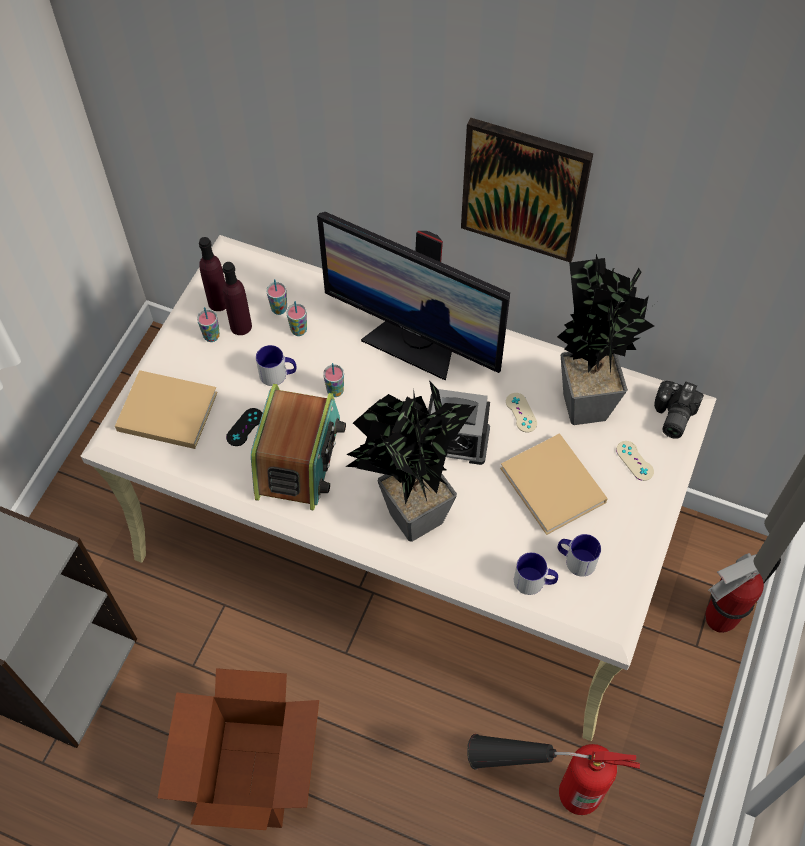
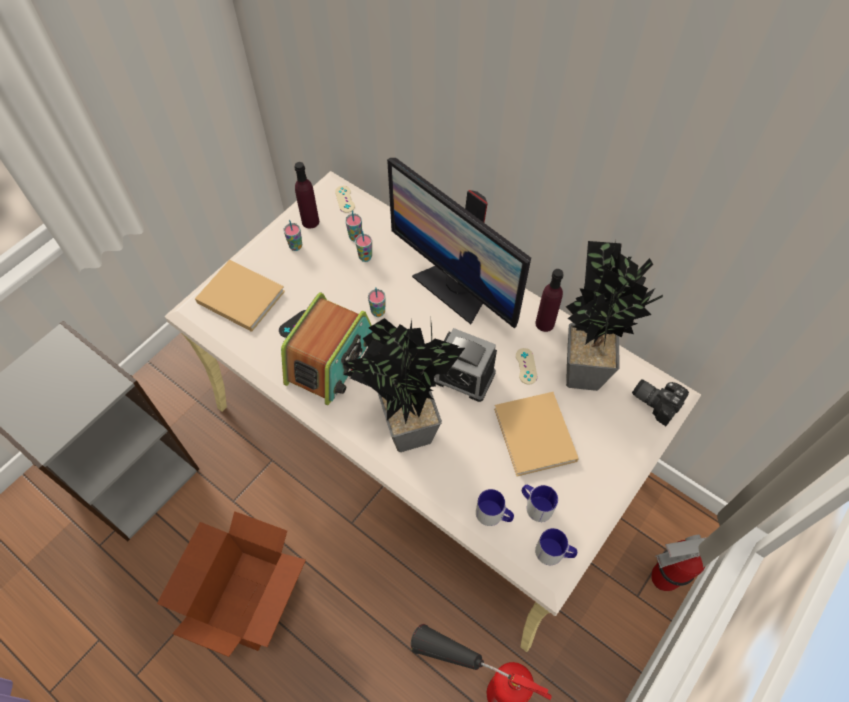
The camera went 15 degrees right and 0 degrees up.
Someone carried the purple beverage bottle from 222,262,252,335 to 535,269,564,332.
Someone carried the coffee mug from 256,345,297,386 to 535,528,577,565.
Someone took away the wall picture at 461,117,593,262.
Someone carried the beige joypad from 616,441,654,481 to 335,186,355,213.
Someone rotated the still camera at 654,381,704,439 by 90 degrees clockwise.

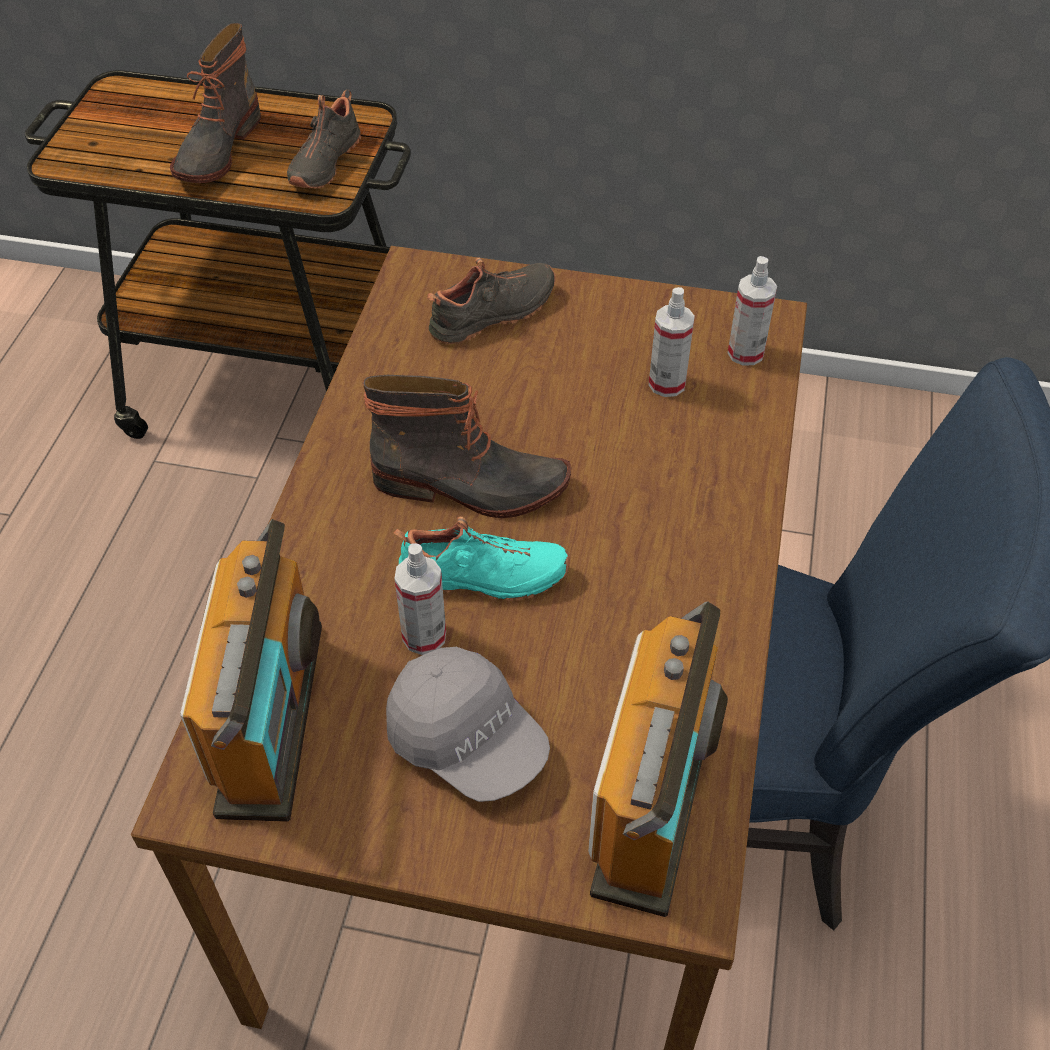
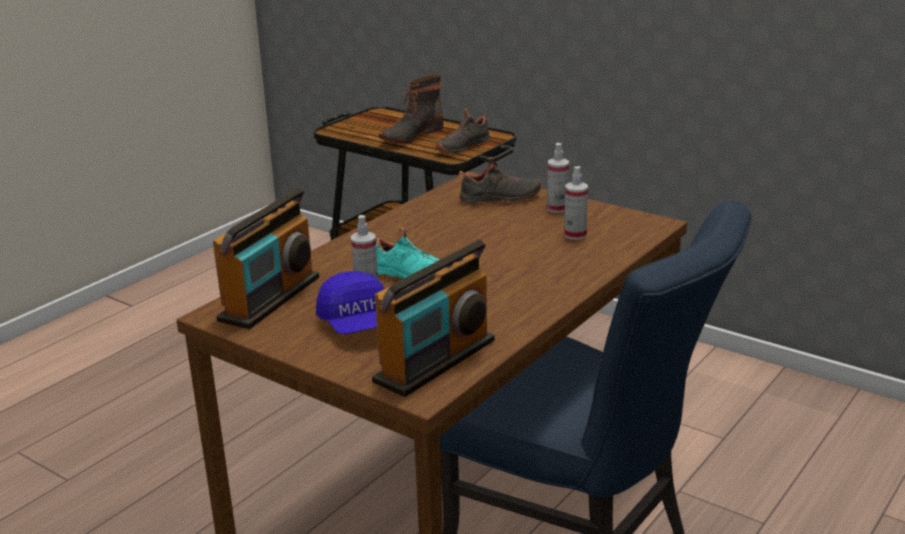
The camera went 25 degrees right and 25 degrees down.
Someone took away the high-top boot at 363,375,571,518.
Someone repainted the greyish peaked cap at 386,647,550,802, which became the blue-coloured peaked cap at 316,271,385,334.
Someone carried the spray bottle from 727,256,777,365 to 547,143,569,213.

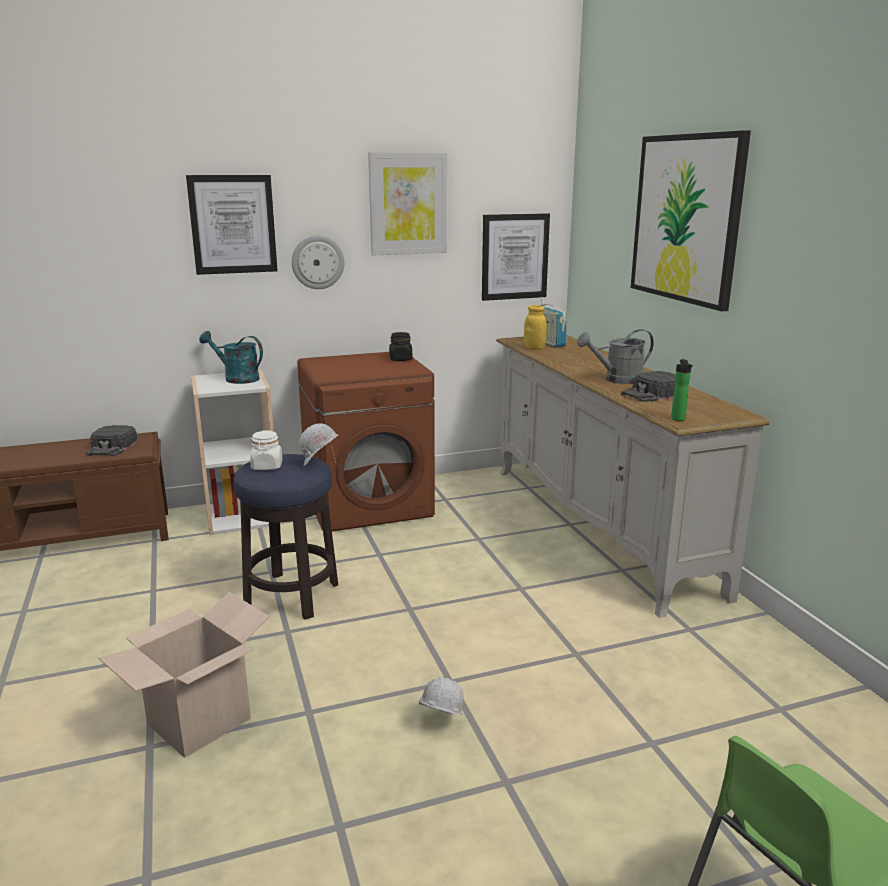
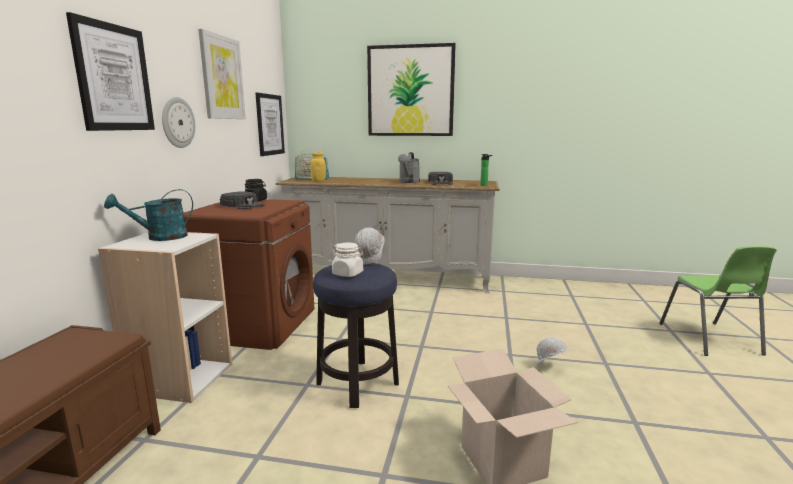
The camera went 60 degrees left and 5 degrees down.
Someone carried the black peaked cap from 86,425,138,456 to 220,191,265,210.

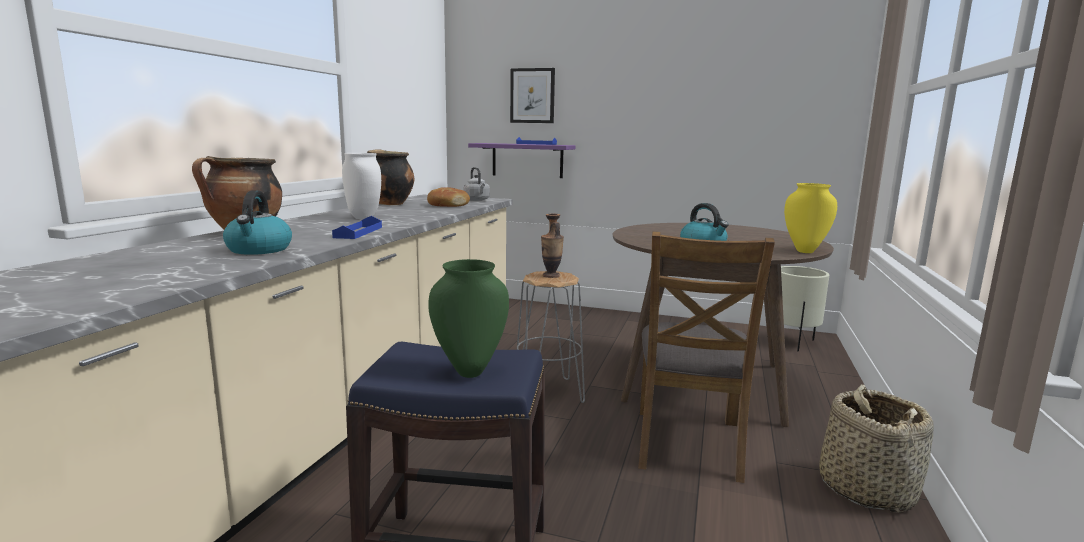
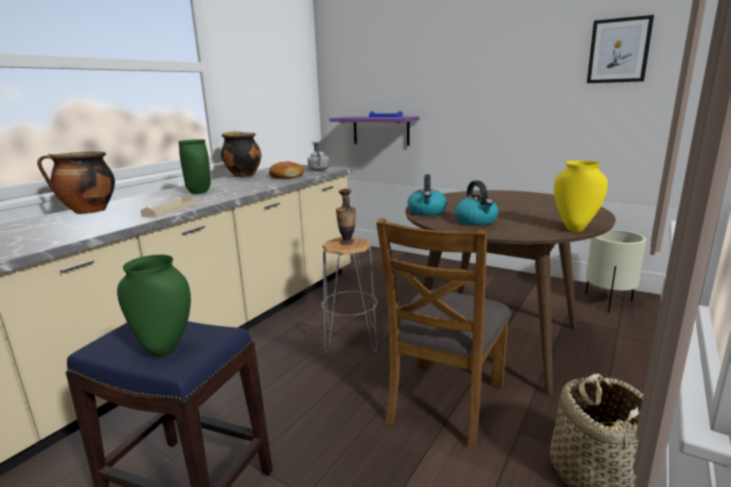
The camera went 15 degrees right and 5 degrees up.
Someone carried the kettle from 223,190,292,255 to 407,174,447,216.
Someone repainted the blue-coloured serving tray at 332,216,382,239, which became the beige serving tray at 141,195,196,218.
Someone repainted the white decorative vase at 342,153,381,219, which became the green decorative vase at 178,139,211,194.
Someone carried the wall picture from 510,68,555,123 to 587,15,654,83.

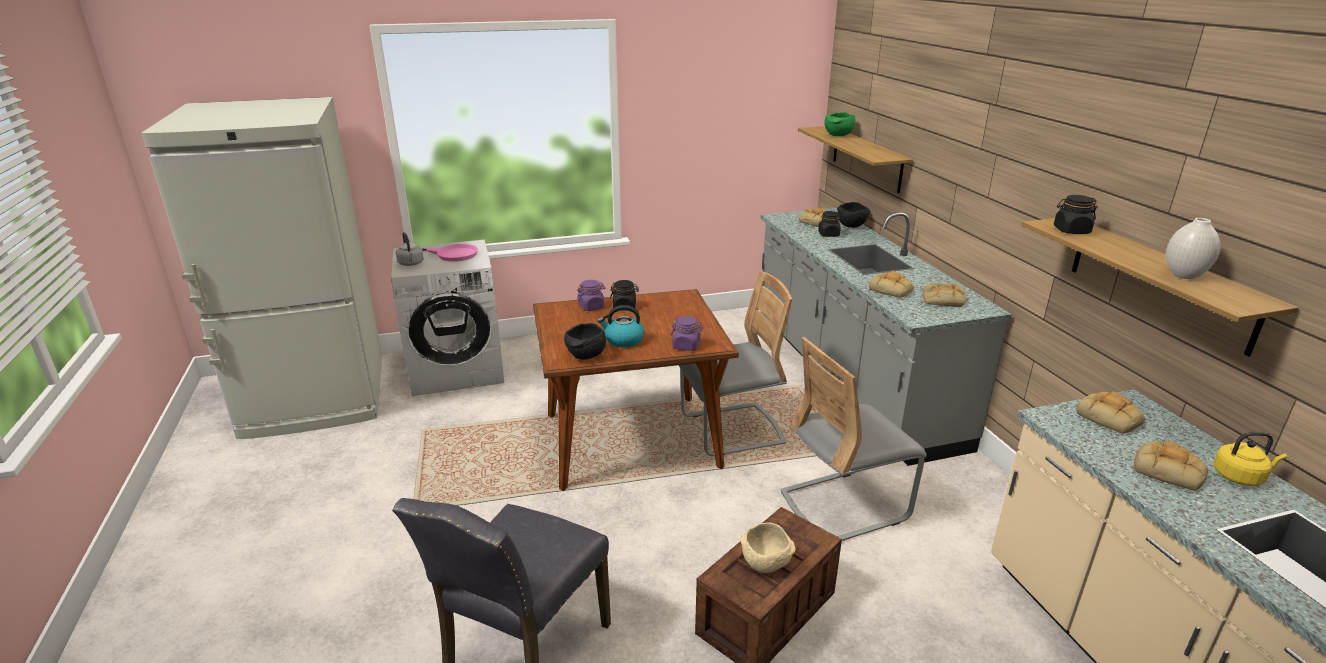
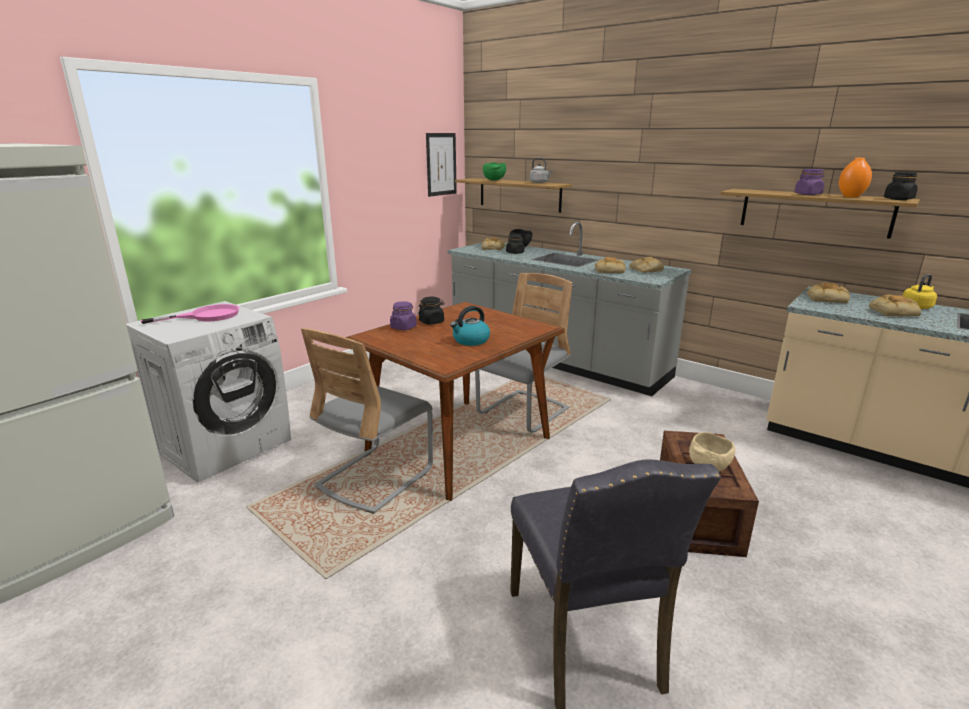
The camera went 35 degrees left and 5 degrees down.
Someone carried the greyish kettle from 396,232,424,266 to 530,158,553,183.
Someone took away the black serving bowl at 564,323,606,360.
Someone carried the purple jar from 671,316,703,351 to 794,169,824,195.
Someone carried the greyish chair from 781,337,926,541 to 301,328,433,514.
Someone carried the black jar from 1054,195,1098,234 to 884,172,918,200.
Someone repainted the white decorative vase at 1166,218,1220,279, which became the orangey decorative vase at 839,158,872,197.
Someone put up the wall picture at 426,133,457,197.

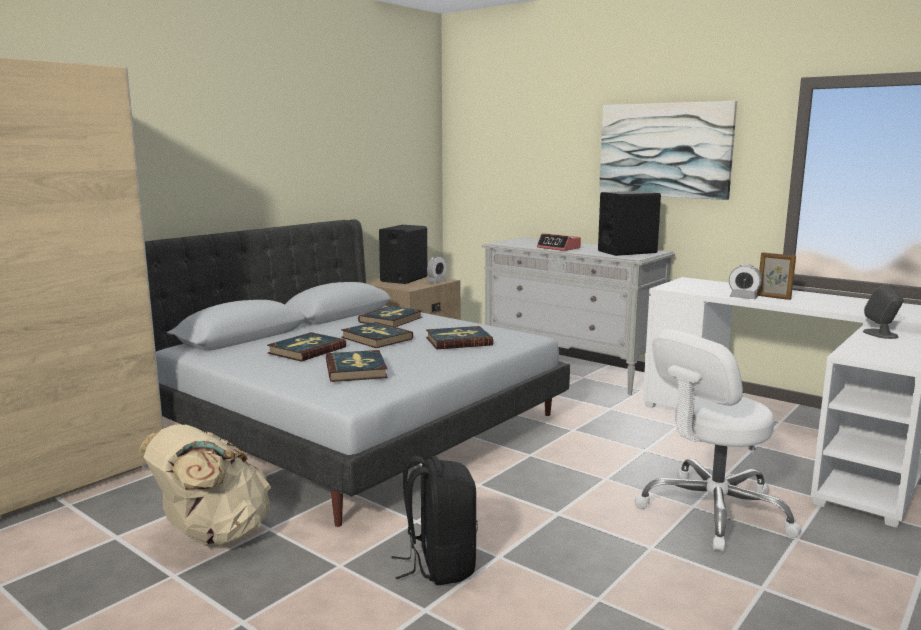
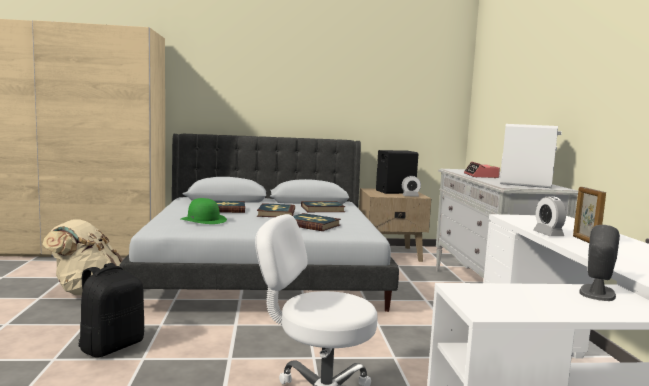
The camera went 45 degrees right and 5 degrees down.
Someone swapped the bound book at 326,350,388,382 for the green wearable hat at 181,198,227,224.
Someone repainted the black speaker at 598,191,661,256, which became the white speaker at 500,124,562,188.
Someone took away the wall picture at 599,101,737,200.

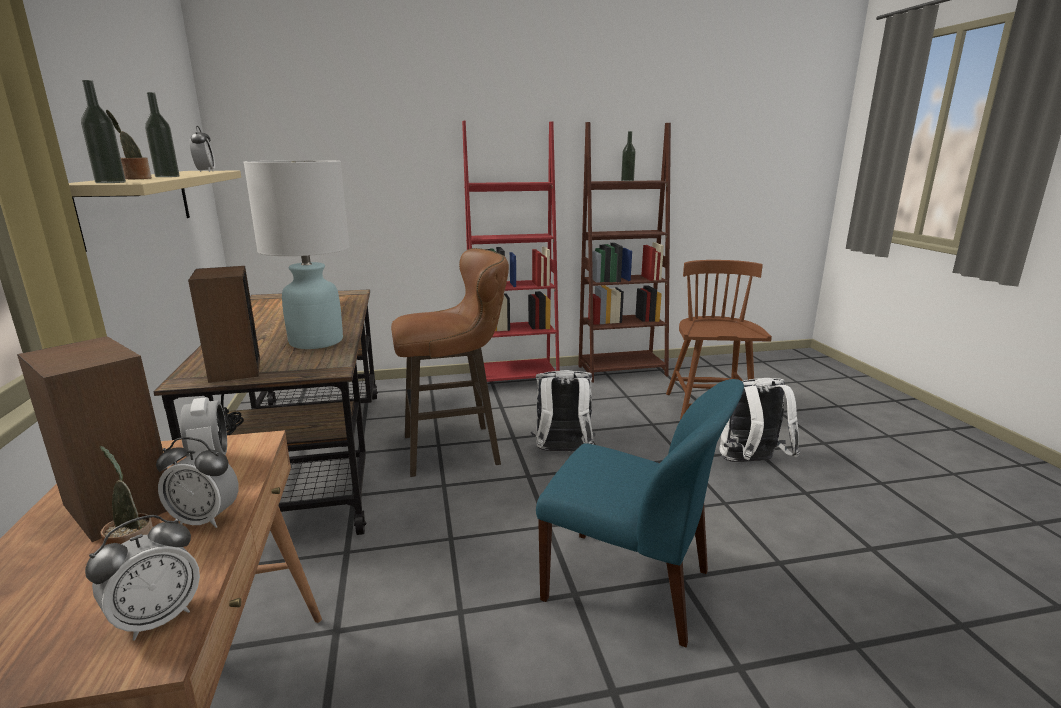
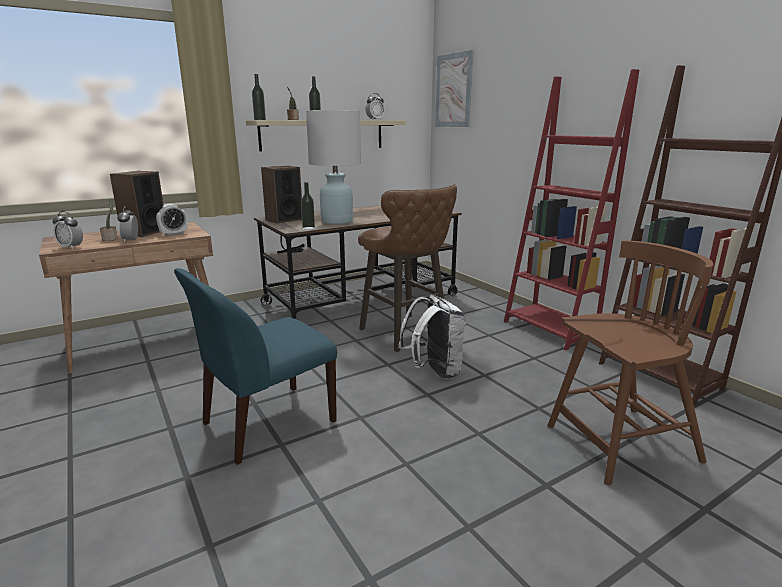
The camera went 70 degrees right and 0 degrees up.
Someone rotated the blue-coloured chair at 536,379,744,647 by 45 degrees clockwise.
Someone carried the beverage bottle from 621,131,636,181 to 301,182,315,230.
Someone took away the white backpack at 719,378,800,462.
Someone put up the wall picture at 435,50,474,127.

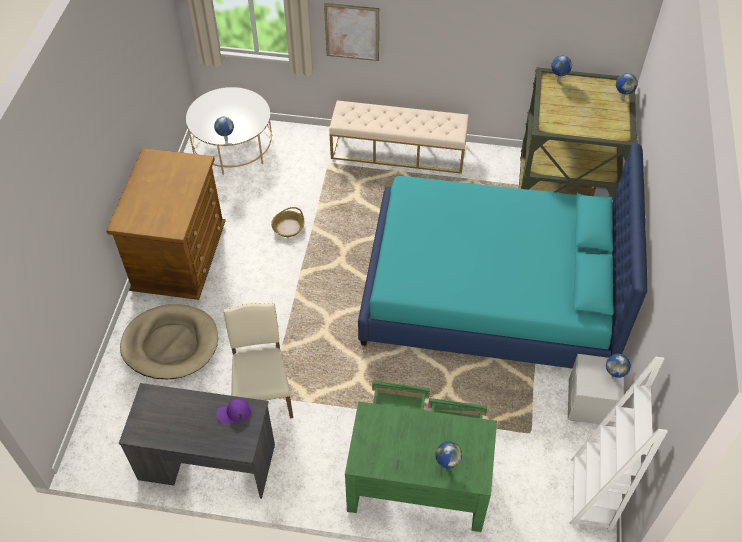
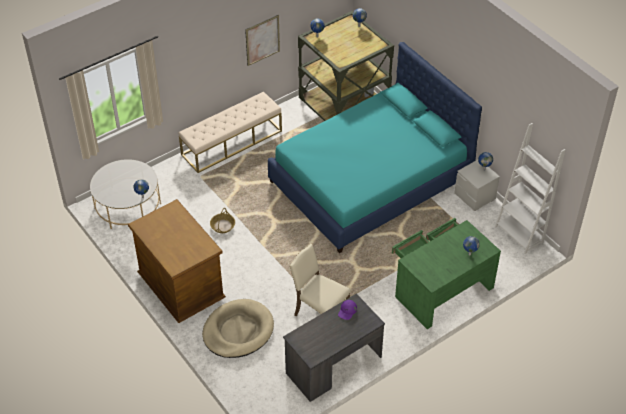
The camera went 45 degrees left and 5 degrees down.
Someone carried the wall picture from 324,3,379,61 to 245,15,280,66.

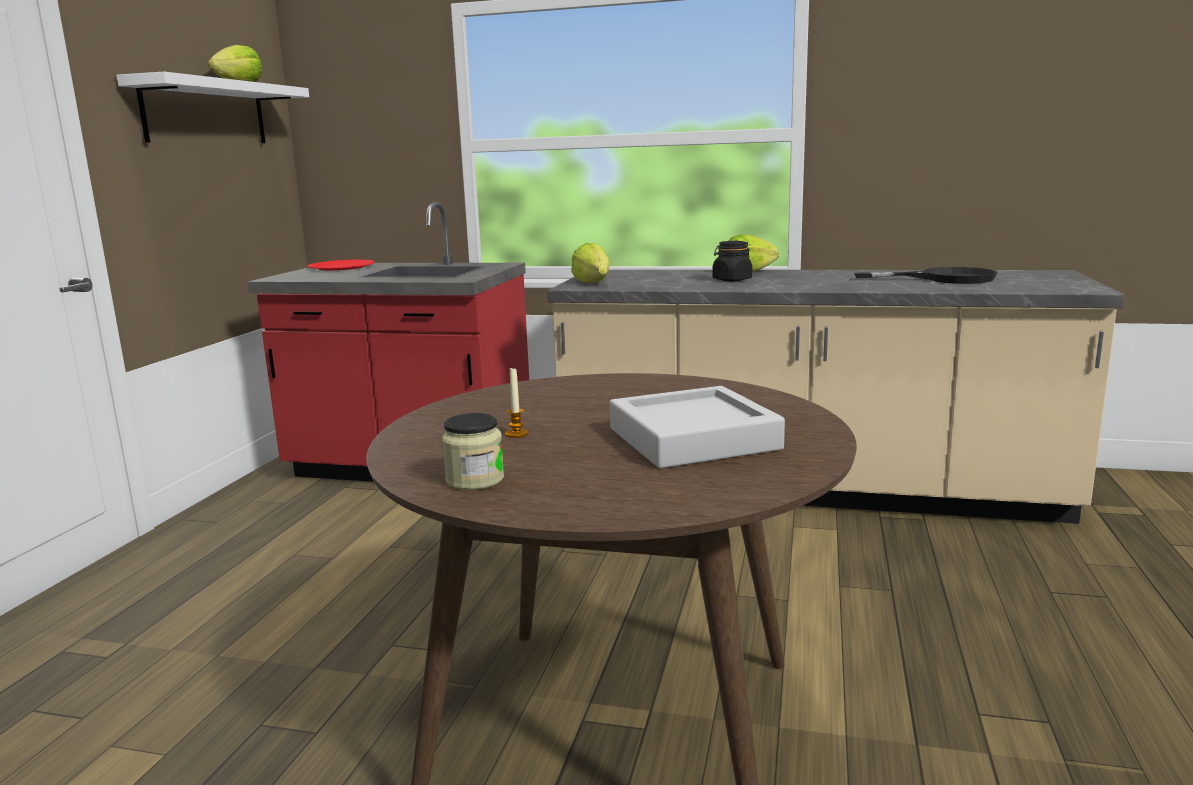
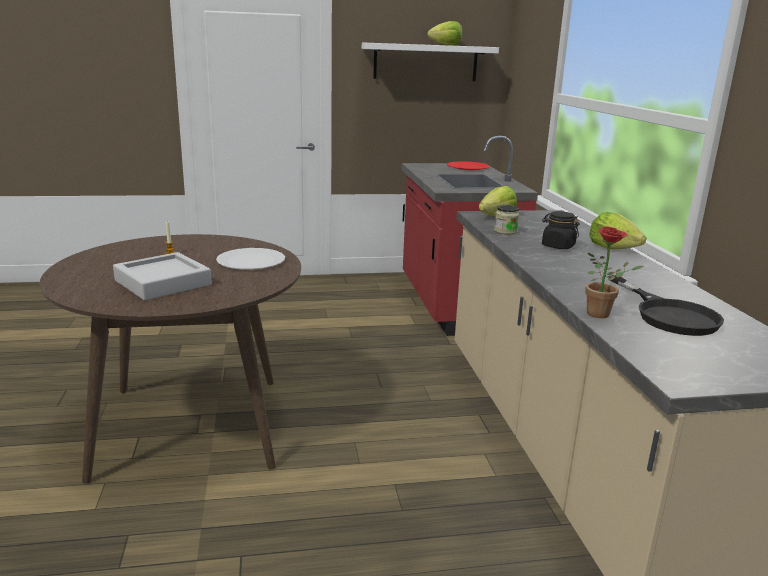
The camera went 65 degrees right and 5 degrees up.
Someone carried the jar from 442,413,504,490 to 494,205,519,234.
Someone put down the white flat dish at 216,248,285,269.
Someone put down the houseplant at 585,227,644,318.

